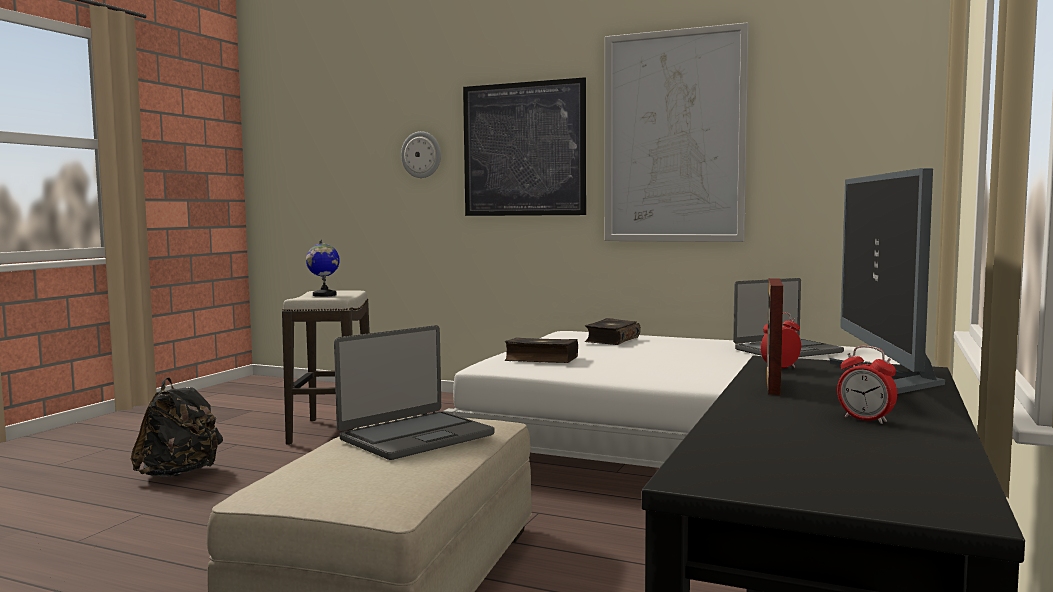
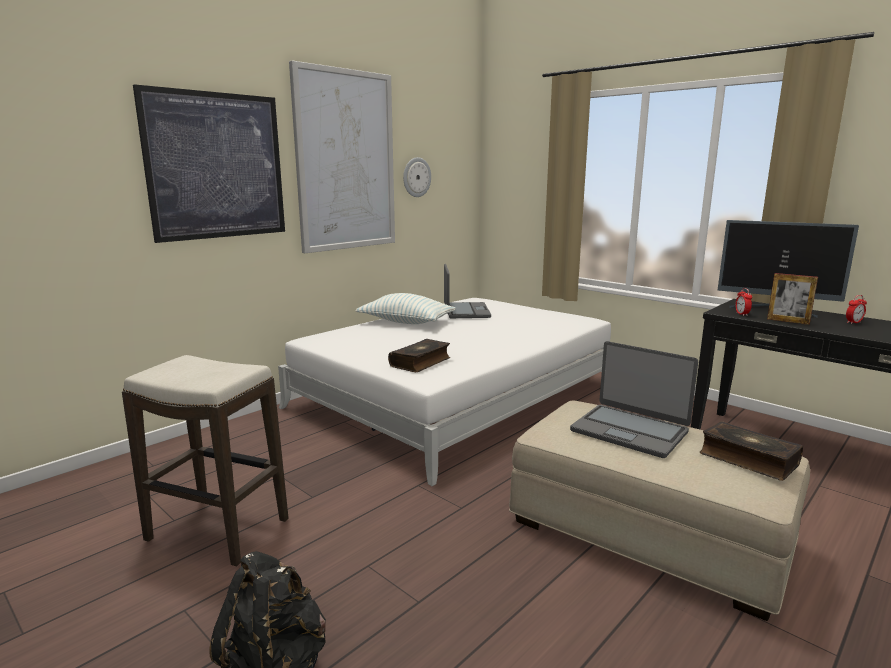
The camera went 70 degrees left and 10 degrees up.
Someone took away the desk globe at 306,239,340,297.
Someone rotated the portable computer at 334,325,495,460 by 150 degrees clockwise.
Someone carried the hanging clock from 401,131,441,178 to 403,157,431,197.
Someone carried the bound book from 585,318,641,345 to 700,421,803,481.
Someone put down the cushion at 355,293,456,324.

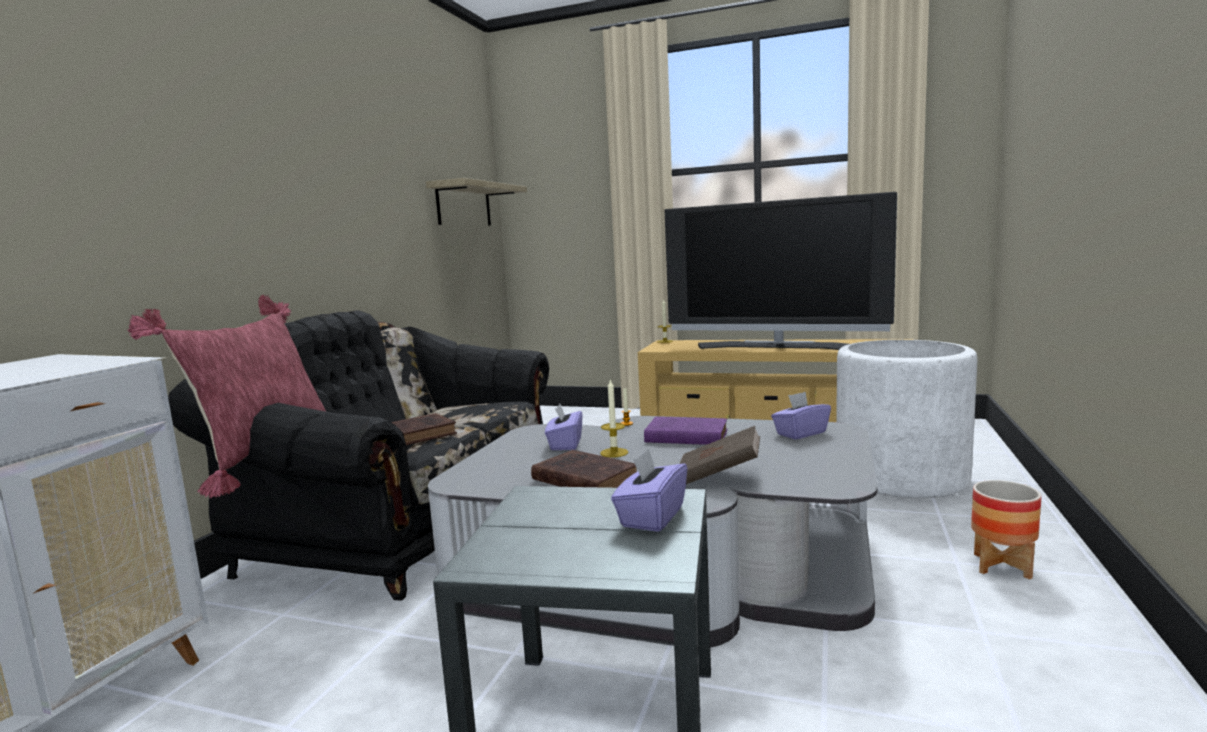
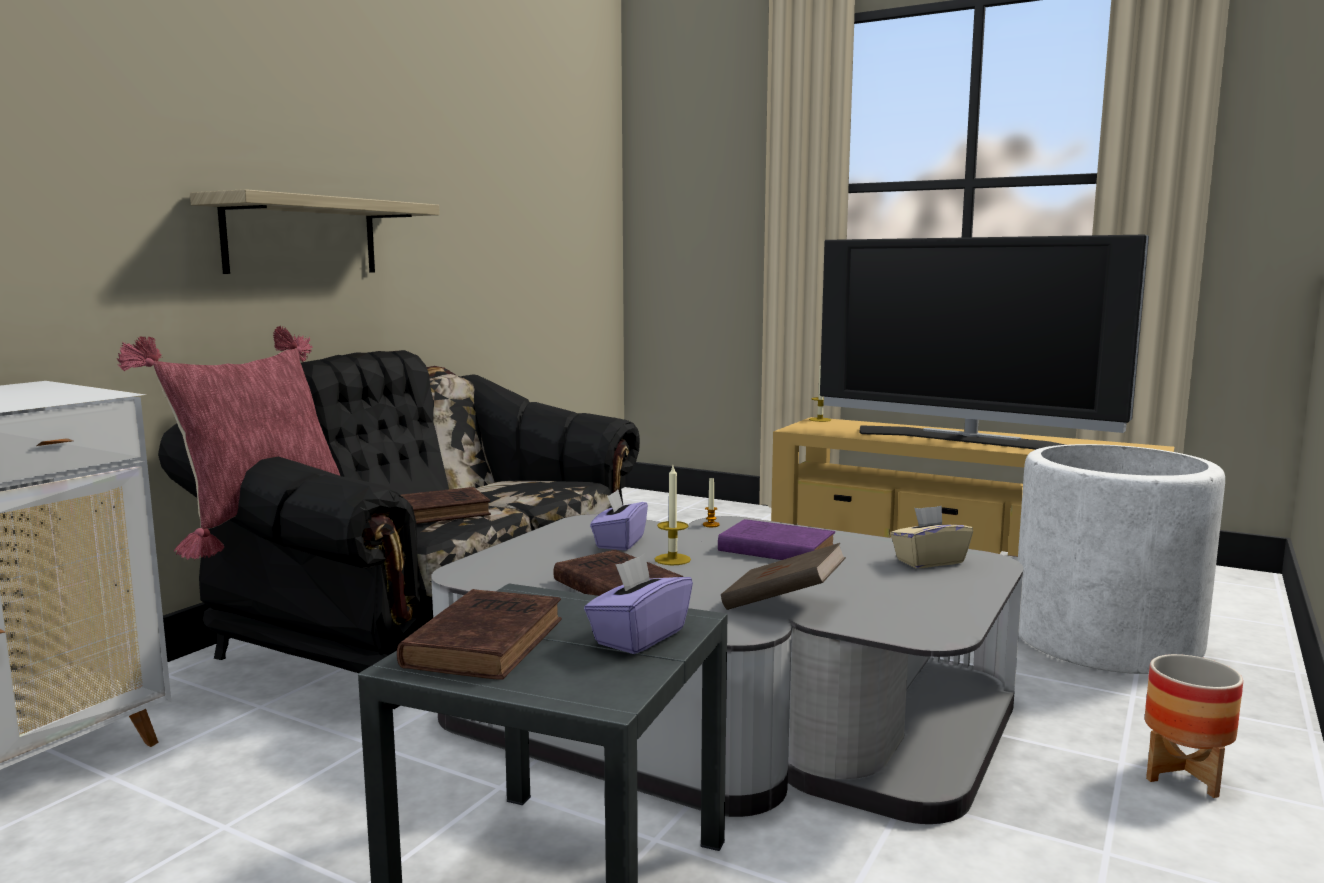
The camera went 10 degrees right and 0 degrees up.
Someone carried the wall shelf from 426,178,527,225 to 190,189,440,274.
Someone repainted the purple box of tissues at 771,392,831,440, which became the beige box of tissues at 890,506,973,568.
Someone put down the brown-coloured bound book at 397,589,562,680.

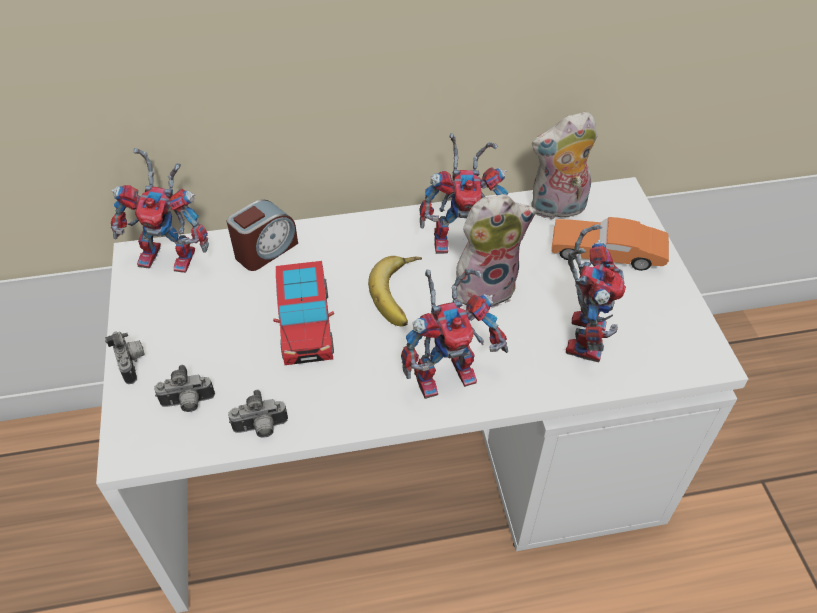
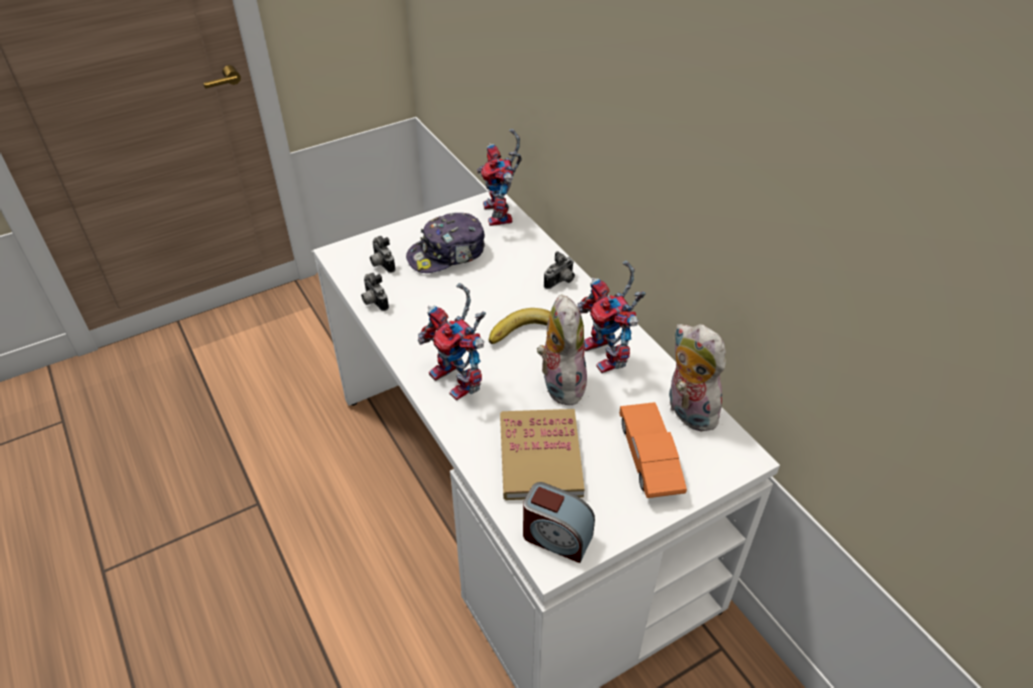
The camera went 70 degrees right and 5 degrees down.
Someone carried the still camera from 105,331,145,384 to 544,251,575,289.
Someone carried the bedside clock from 227,199,298,271 to 523,482,595,563.
Someone took away the toy car at 273,261,334,365.
Someone rotated the cuddly toy at 456,194,537,308 by 150 degrees counterclockwise.
Someone swapped the toy robot at 566,224,626,362 for the bound book at 500,409,585,500.
Someone put down the peaked cap at 406,213,485,273.

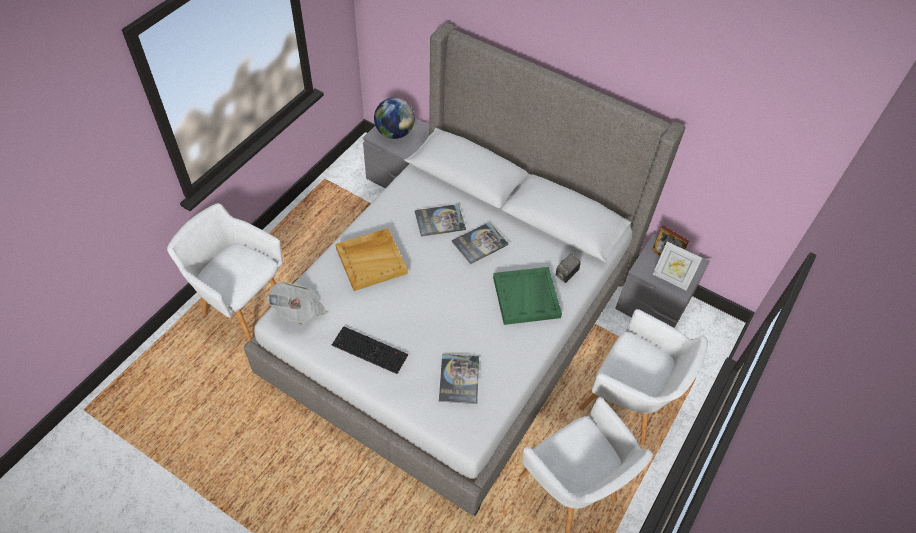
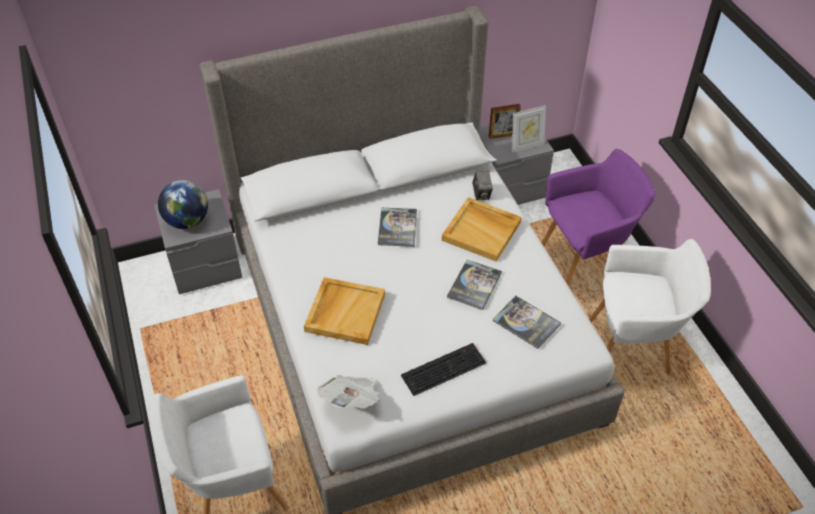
The camera went 50 degrees left and 5 degrees down.
Someone carried the bound book from 415,204,466,237 to 447,260,502,310.
Someone repainted the green serving tray at 493,267,562,325, which became the beige serving tray at 442,197,522,262.
Someone repainted the white lounge chair at 579,309,708,444, which became the purple lounge chair at 542,149,656,286.

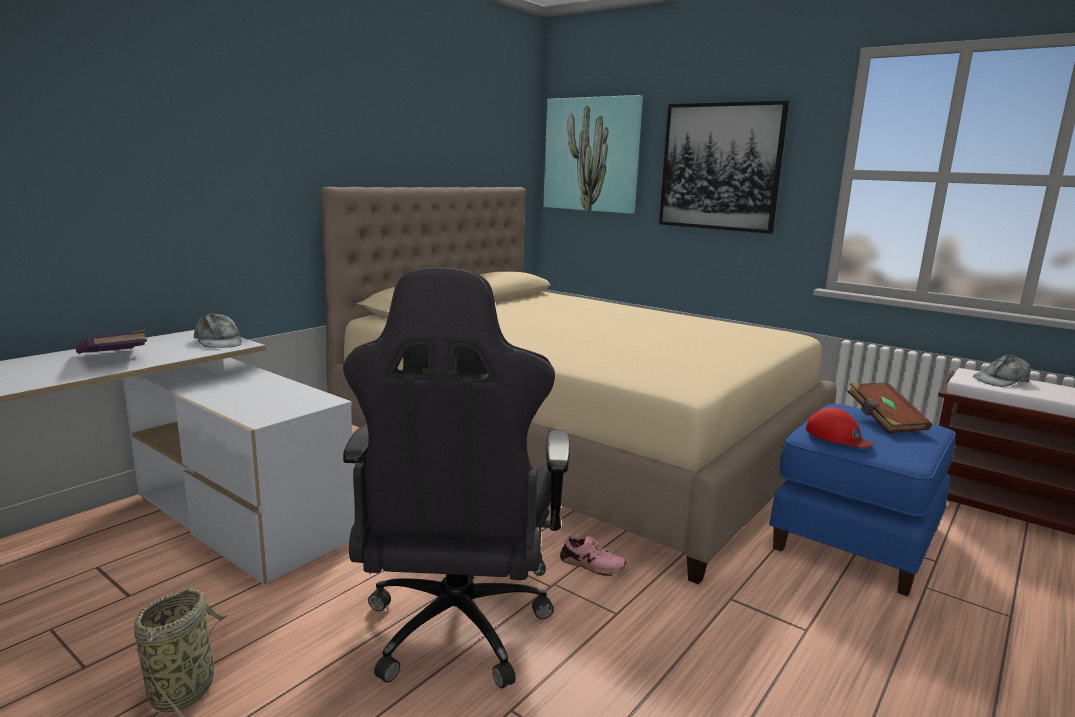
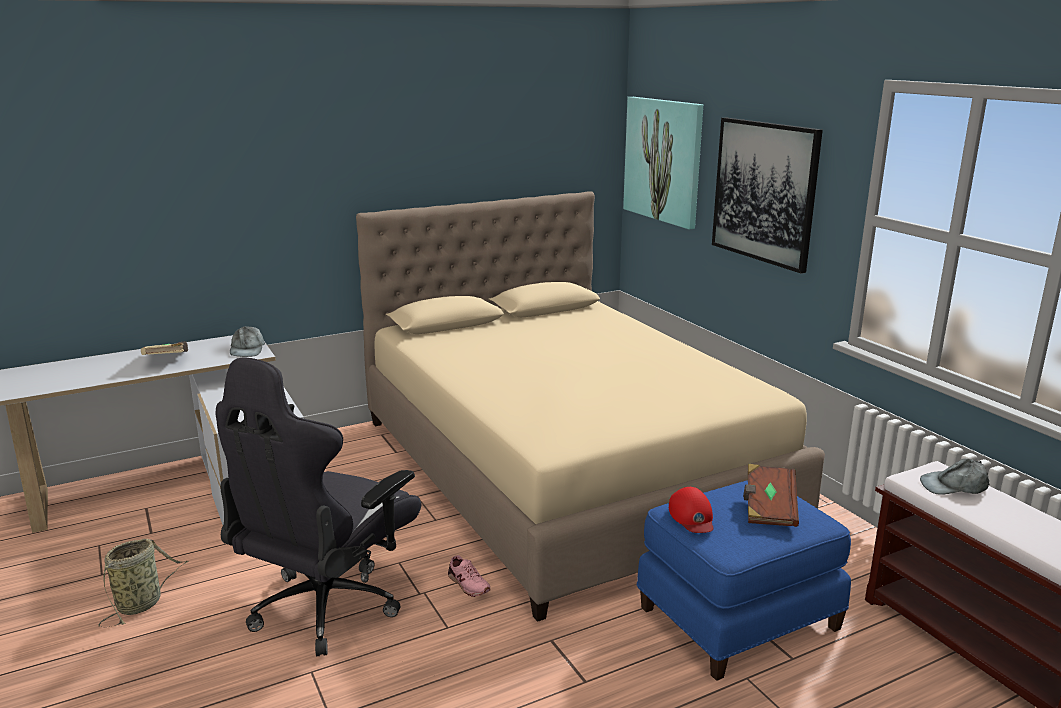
The camera went 25 degrees right and 5 degrees up.
Someone repainted the purple bound book at 75,329,147,354, which became the beige bound book at 141,341,188,355.

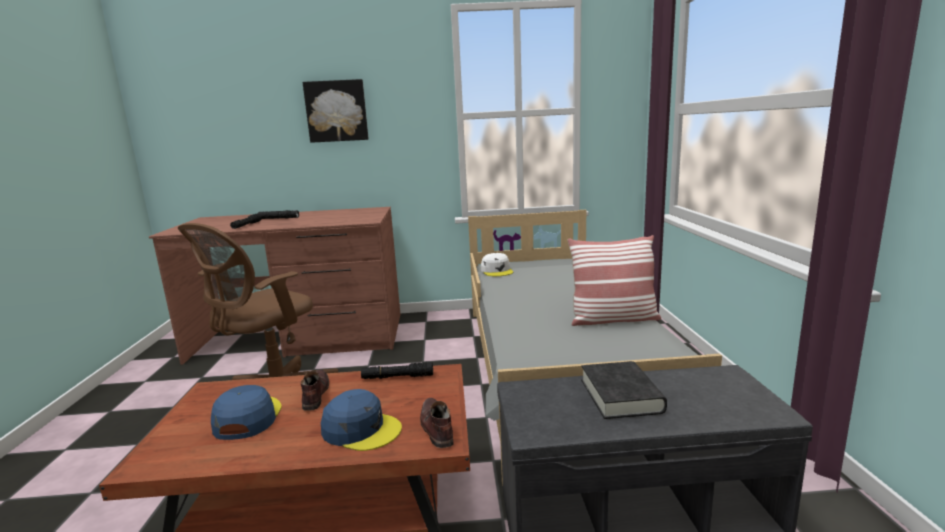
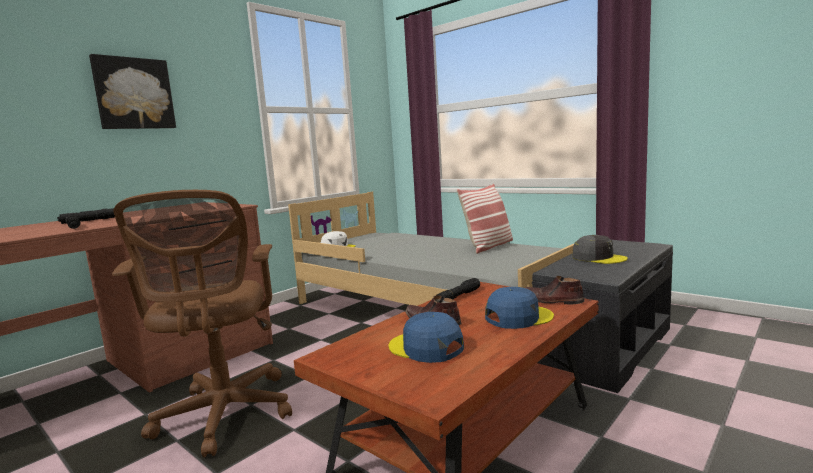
The camera went 45 degrees left and 5 degrees down.
Someone swapped the black bound book at 581,361,667,419 for the greyish peaked cap at 572,235,628,264.

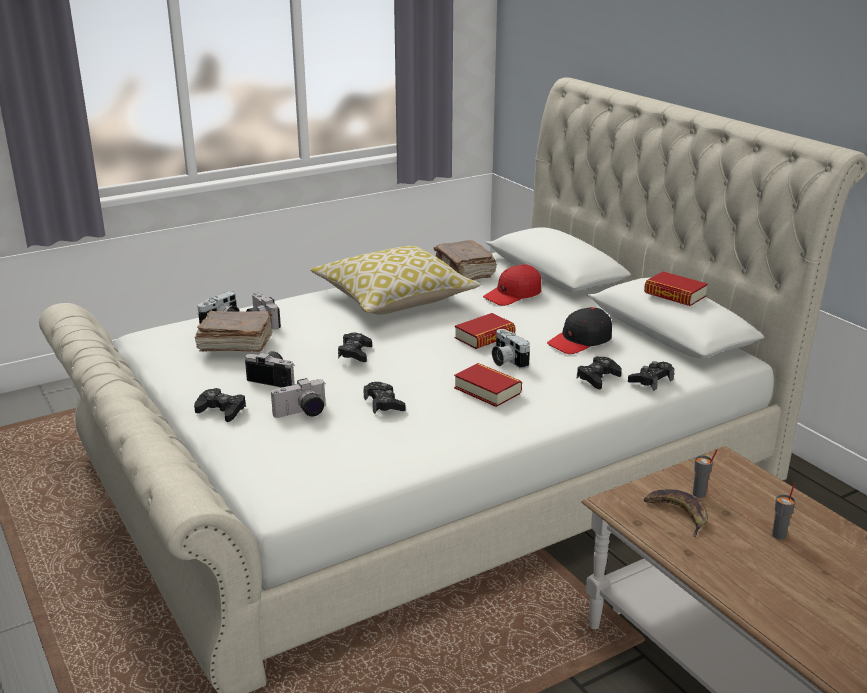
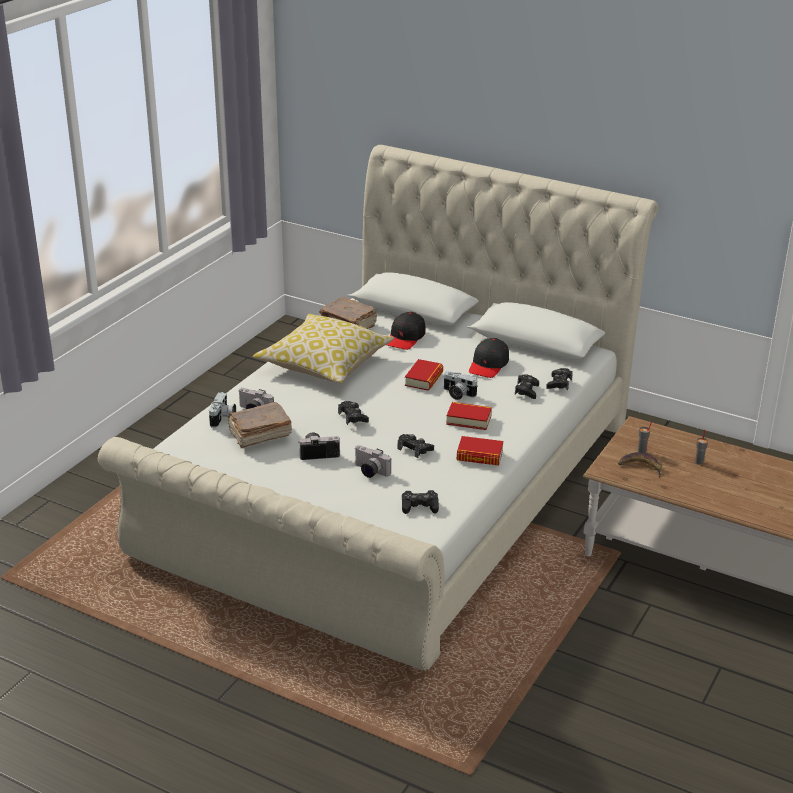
The camera went 30 degrees left and 5 degrees up.
Someone carried the black joypad from 194,388,246,422 to 402,490,439,514.
Someone rotated the still camera at 271,378,326,418 by 90 degrees clockwise.
Someone repainted the reddish peaked cap at 483,264,541,306, which became the black peaked cap at 387,312,426,350.
Someone carried the bound book from 644,271,708,306 to 457,436,503,466.

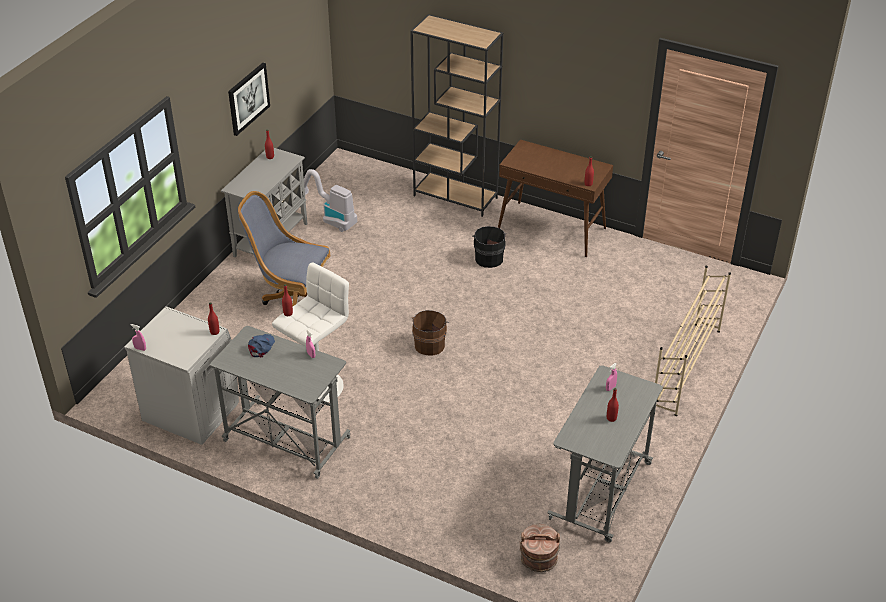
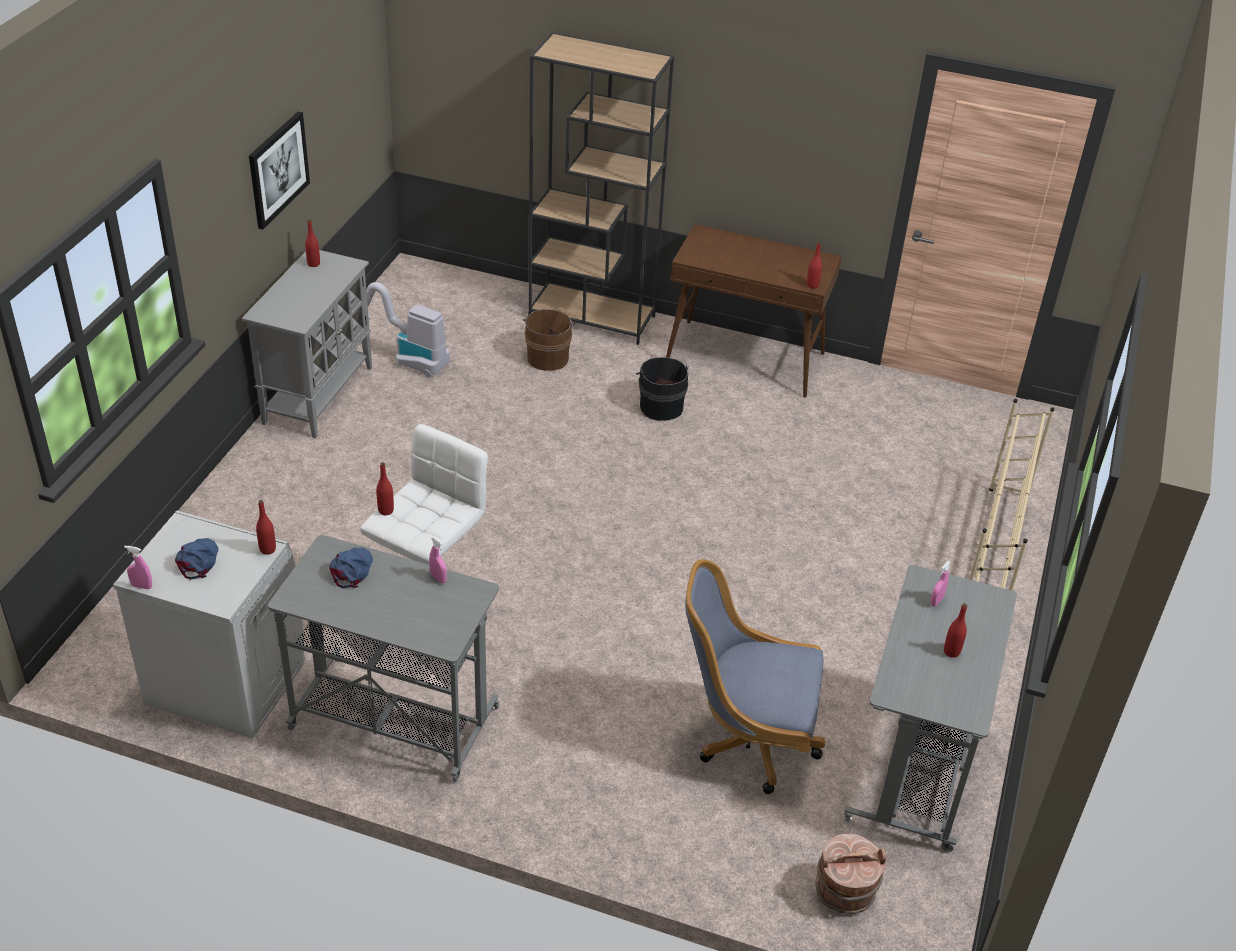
The camera went 10 degrees left and 0 degrees up.
Someone carried the blue-coloured computer chair from 238,191,331,307 to 685,559,825,794.
Someone carried the brown-coloured bucket from 412,310,449,355 to 523,309,575,371.
Someone put down the blue-coloured peaked cap at 175,538,218,580.

